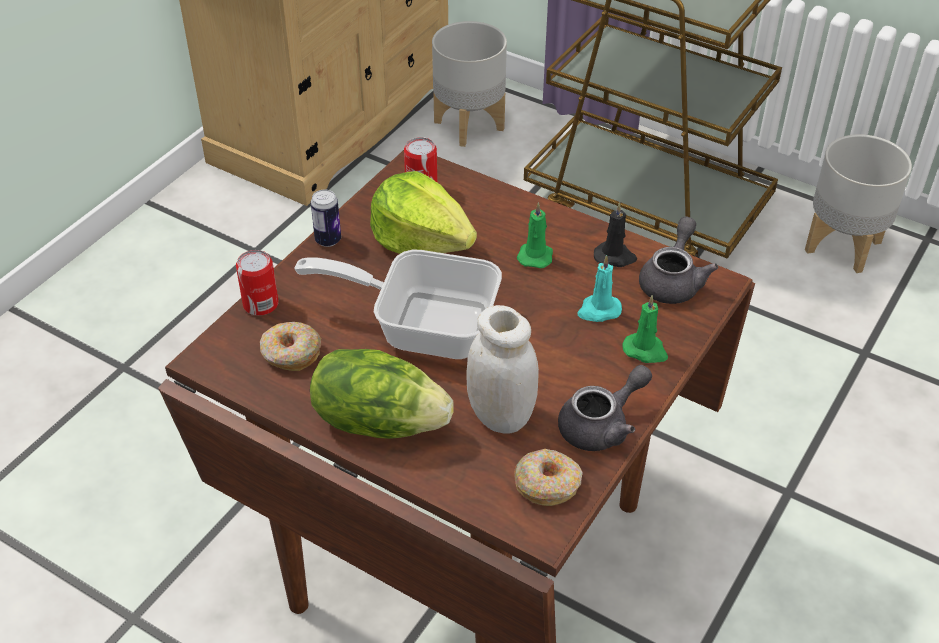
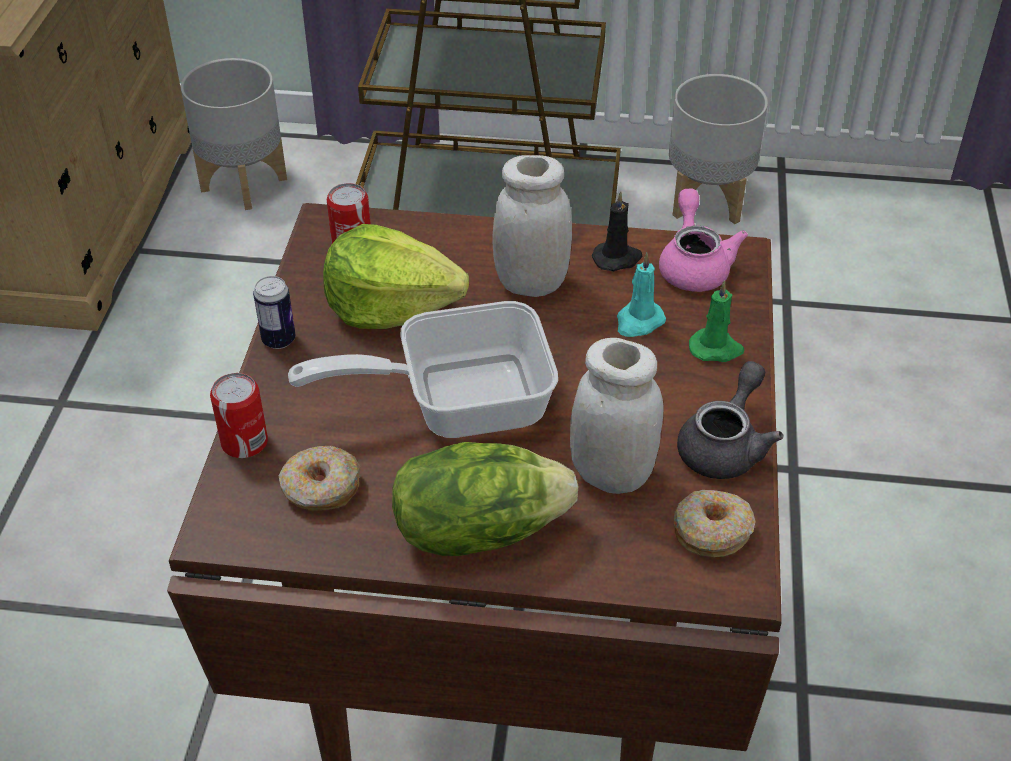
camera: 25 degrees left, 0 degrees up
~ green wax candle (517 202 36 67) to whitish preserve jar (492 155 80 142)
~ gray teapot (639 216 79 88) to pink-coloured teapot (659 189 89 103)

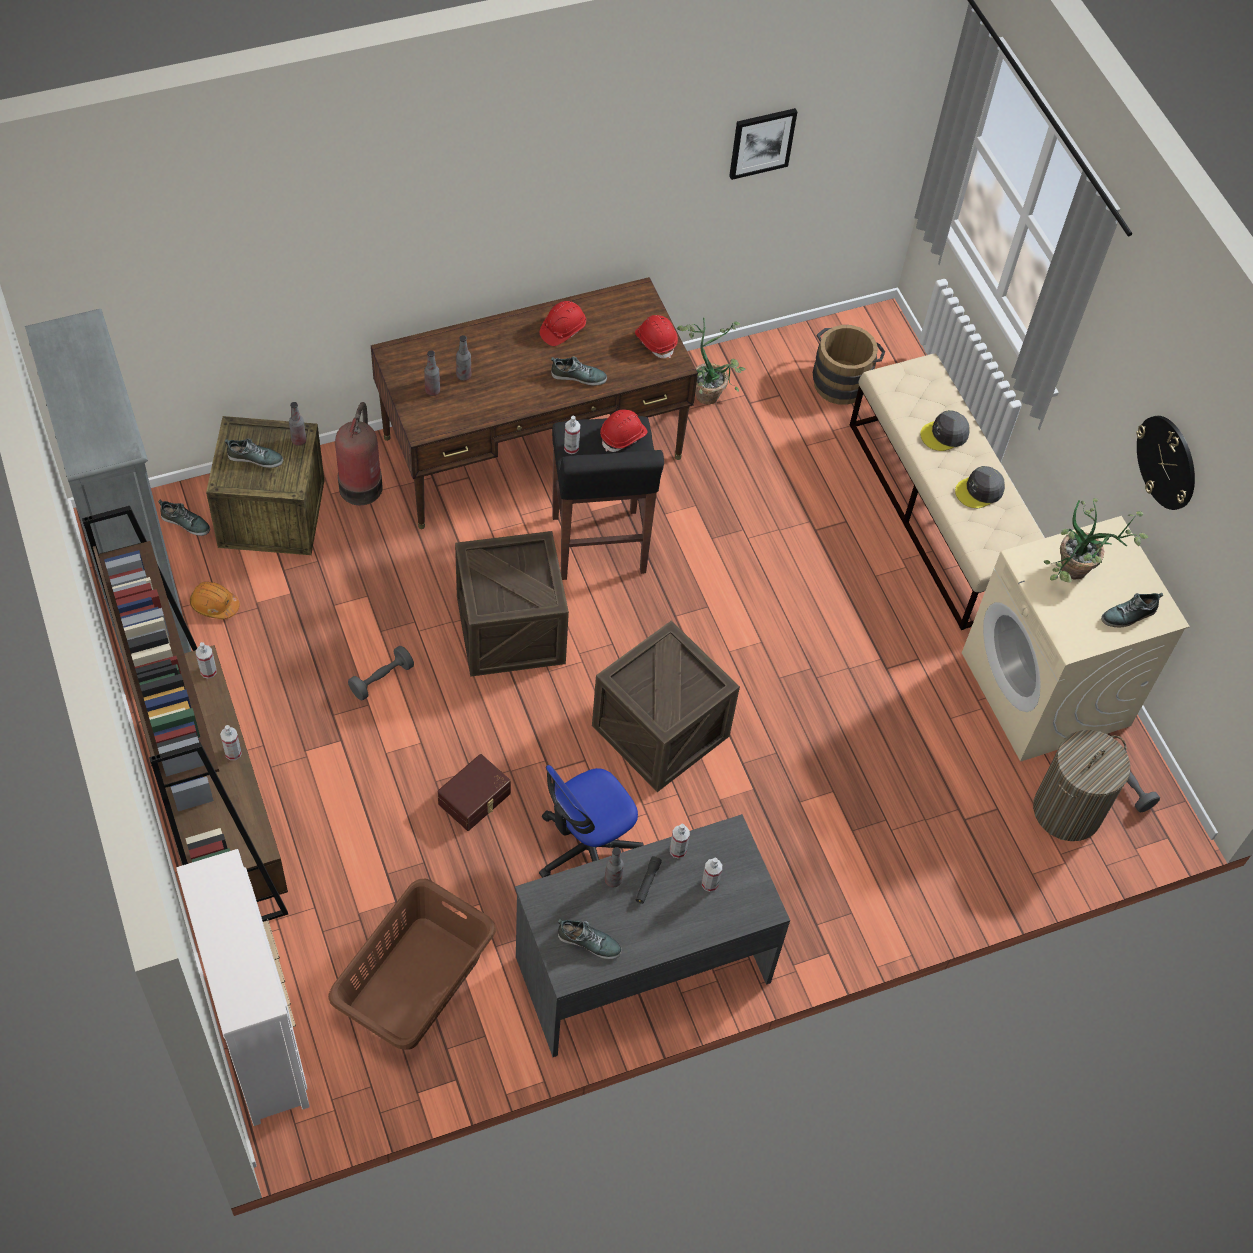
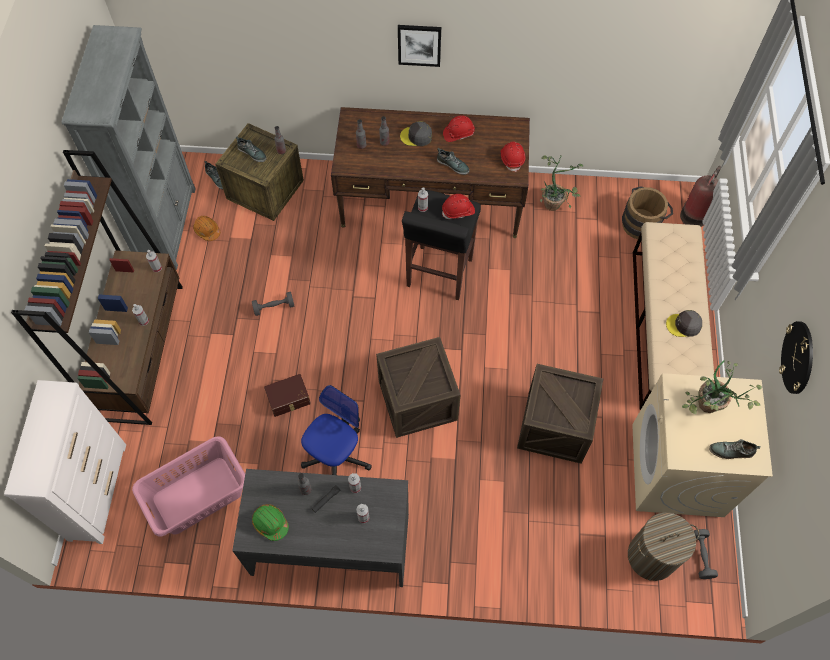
camera: 30 degrees right, 5 degrees up
~ fire extinguisher (335 402 48 103) to (680 166 41 61)
~ shipping crate (455 531 114 146) to (517 364 86 99)
~ picture (729 108 68 72) to (398 25 43 42)
~ gray cap (920 410 50 41) to (400 121 32 25)
~ low shoe (558 919 64 40) to green safety helmet (252 504 37 37)
~ brownish laundry basket (328 879 168 171) to pink-coloured laundry basket (132 436 113 101)
~ computer chair (539 765 105 113) = (301 385 71 90) 135 degrees clockwise

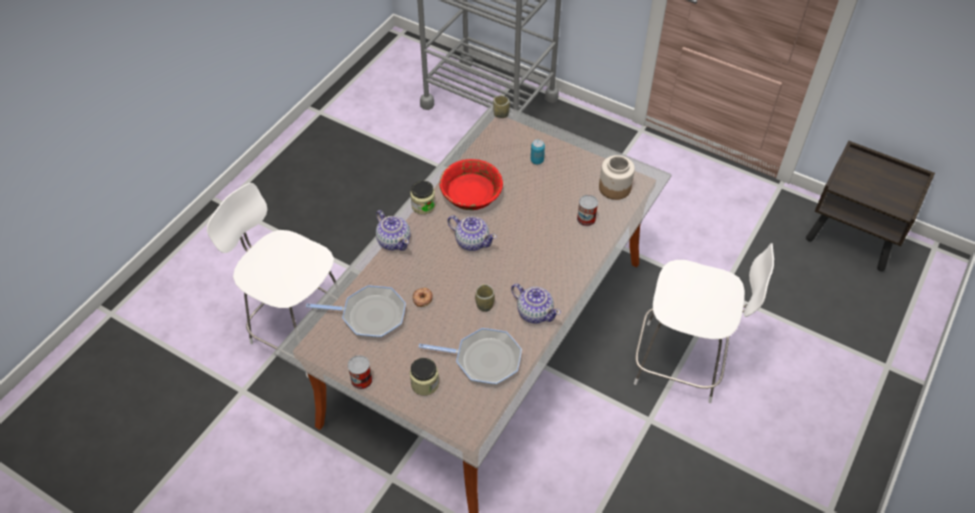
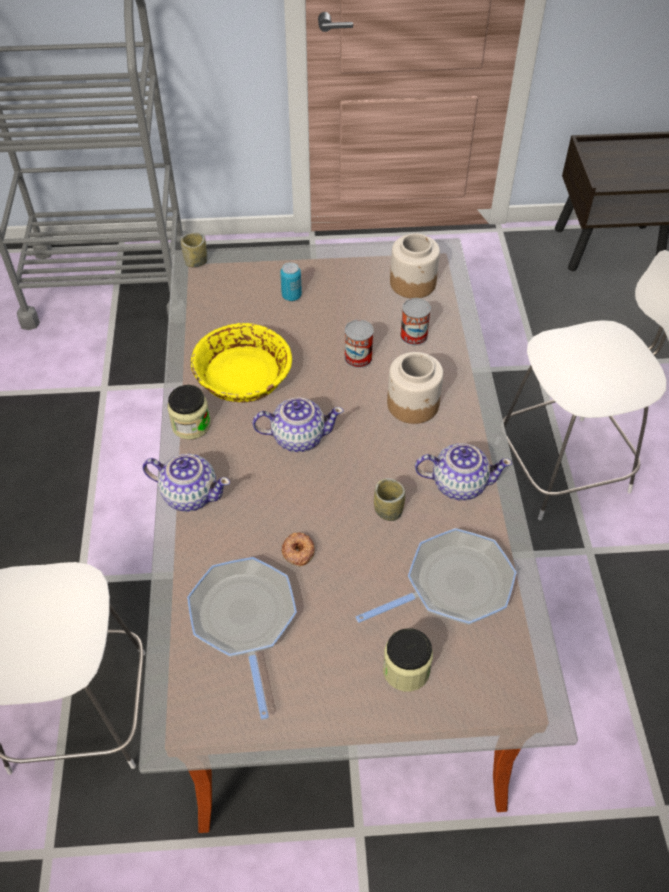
camera: 35 degrees left, 0 degrees up
+ preserve jar (387 352 56 72)
~ can (348 355 24 35) to (344 320 30 48)
~ red serving bowl (439 159 64 51) to yellow serving bowl (191 323 101 79)
~ pan (306 285 100 53) = (187 557 110 163) 75 degrees counterclockwise

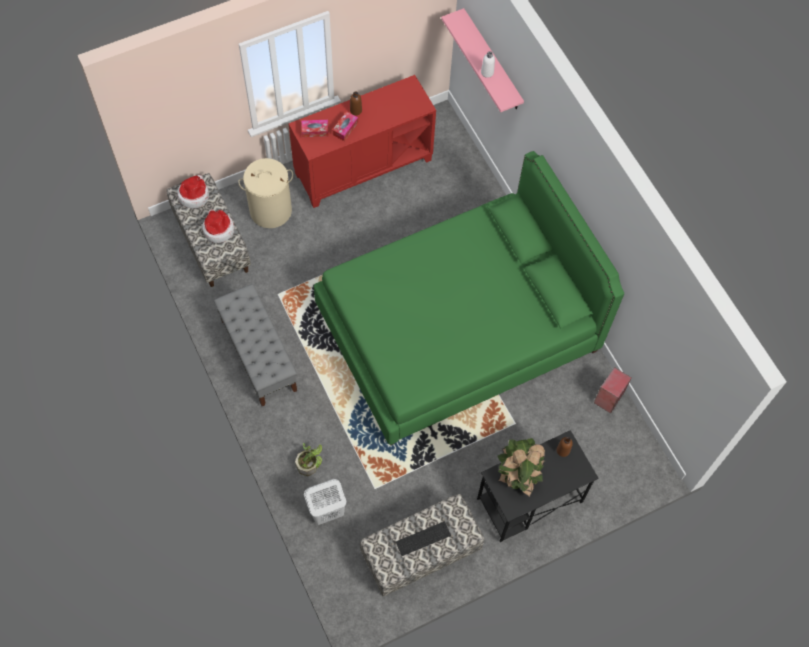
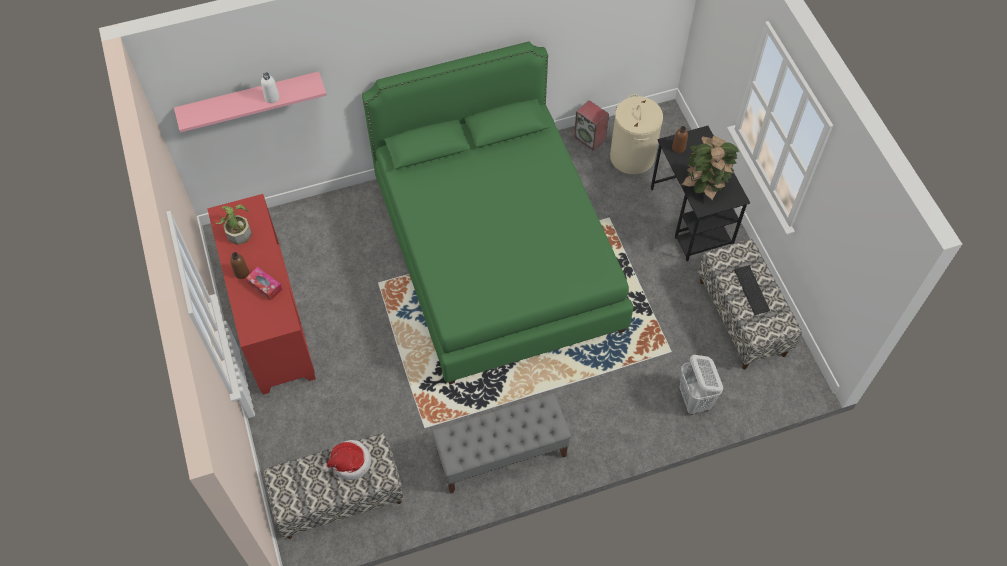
camera: 80 degrees left, 5 degrees down
- wearable hat (177 175 32 33)
- tissue box (301 120 28 17)
~ beige-coloured laundry basket (238 158 55 70) to (610 94 53 80)
~ plant in a pot (295 443 27 33) to (215 204 37 41)

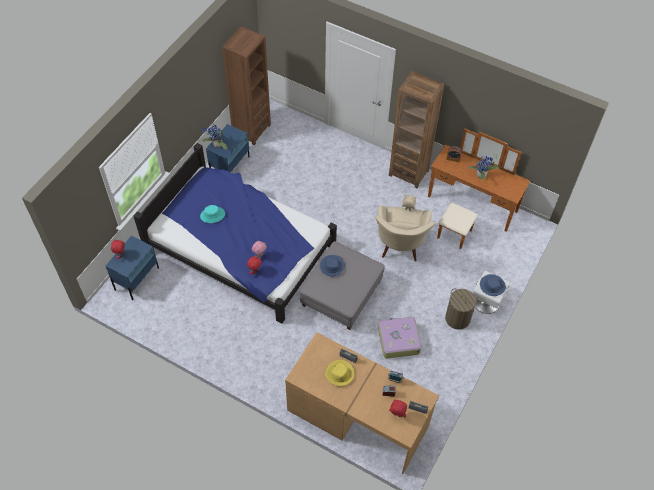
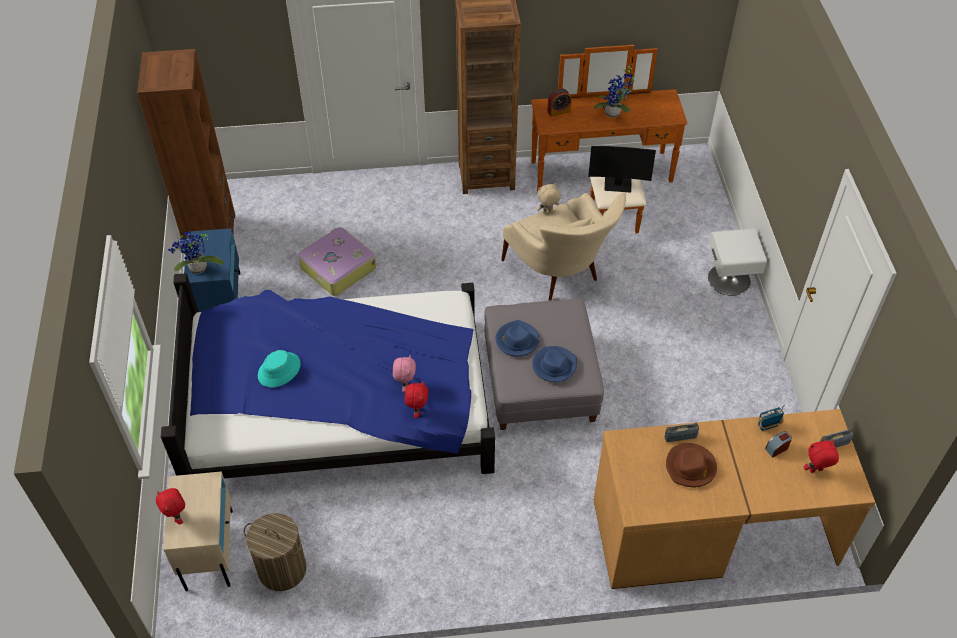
camera: 35 degrees left, 5 degrees down
+ monitor (588 146 68 47)
~ travel case (378 316 43 43) to (298 227 78 69)
~ laundry basket (445 288 31 42) to (244 513 63 78)
~ blue wearable hat (480 274 26 22) to (532 346 45 36)
~ blue bedside table (106 235 53 65) to beige-coloured bedside table (163 471 70 120)
~ yellow wearable hat (325 360 29 27) to brownish wearable hat (666 443 51 44)

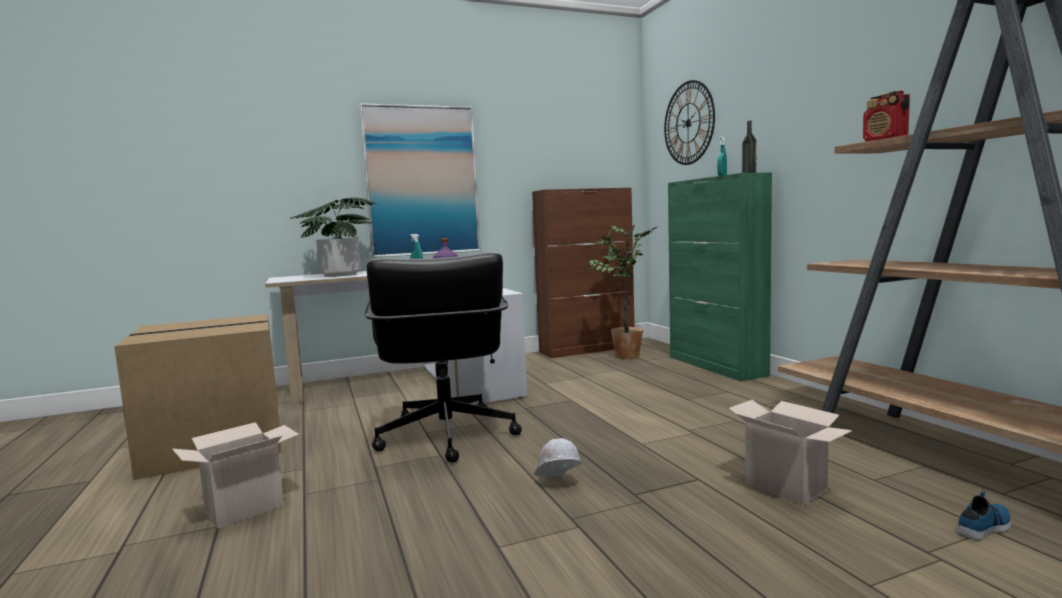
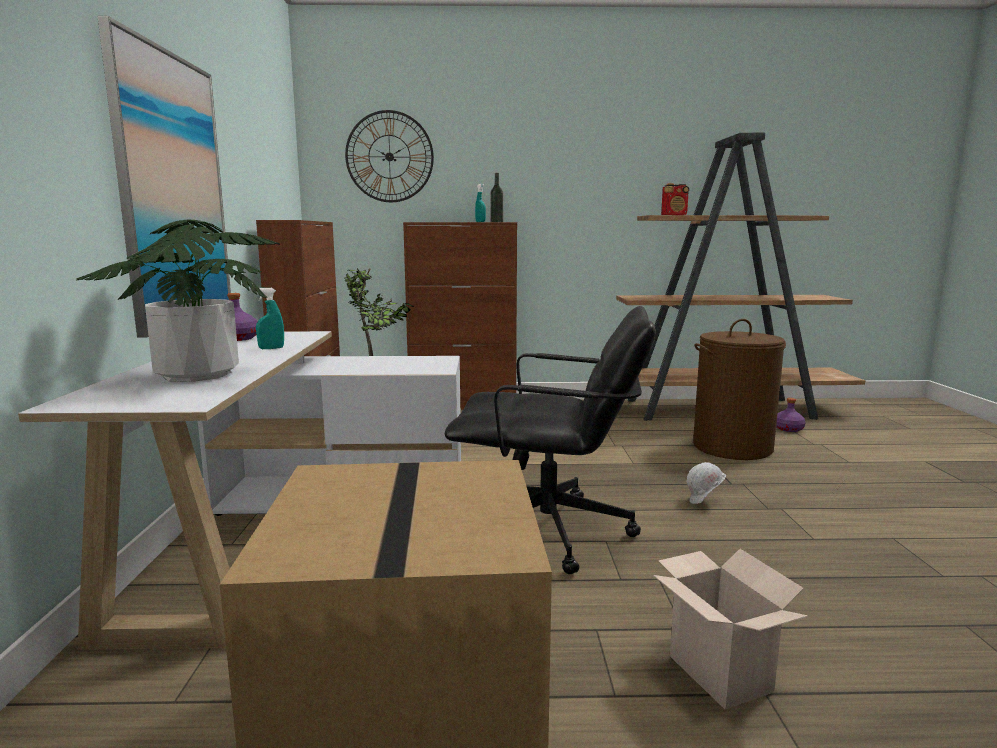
camera: 70 degrees left, 5 degrees up
~ carton (728 400 125 106) to brownish laundry basket (693 319 93 141)
~ low shoe (956 491 55 50) to purplish bottle (776 398 30 34)
~ green cabinet (668 172 104 209) to brownish cabinet (403 222 114 188)

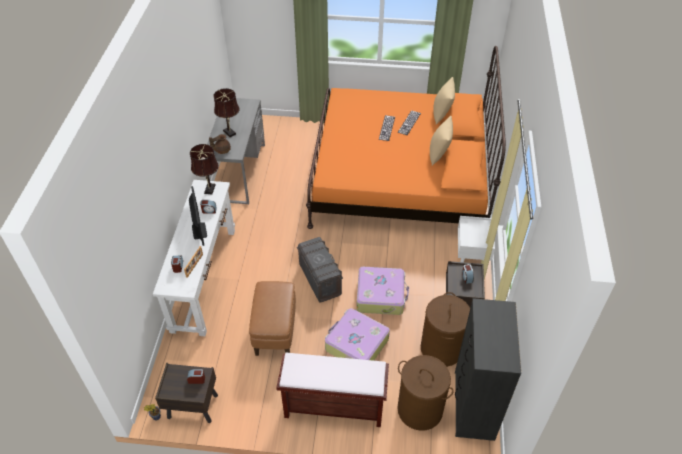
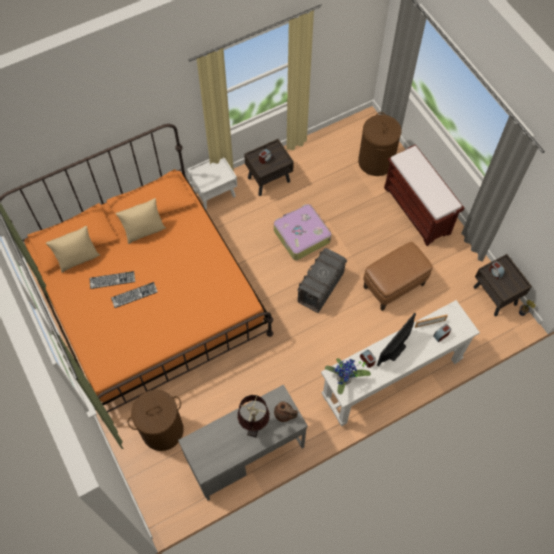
camera: 125 degrees left, 15 degrees up
- travel case (325 308 65 53)
- black dresser (455 298 66 143)
~ brownish laundry basket (421 292 49 75) to (128 390 56 61)
~ brownish table lamp (190 144 29 50) to plant in a pot (325 358 46 36)

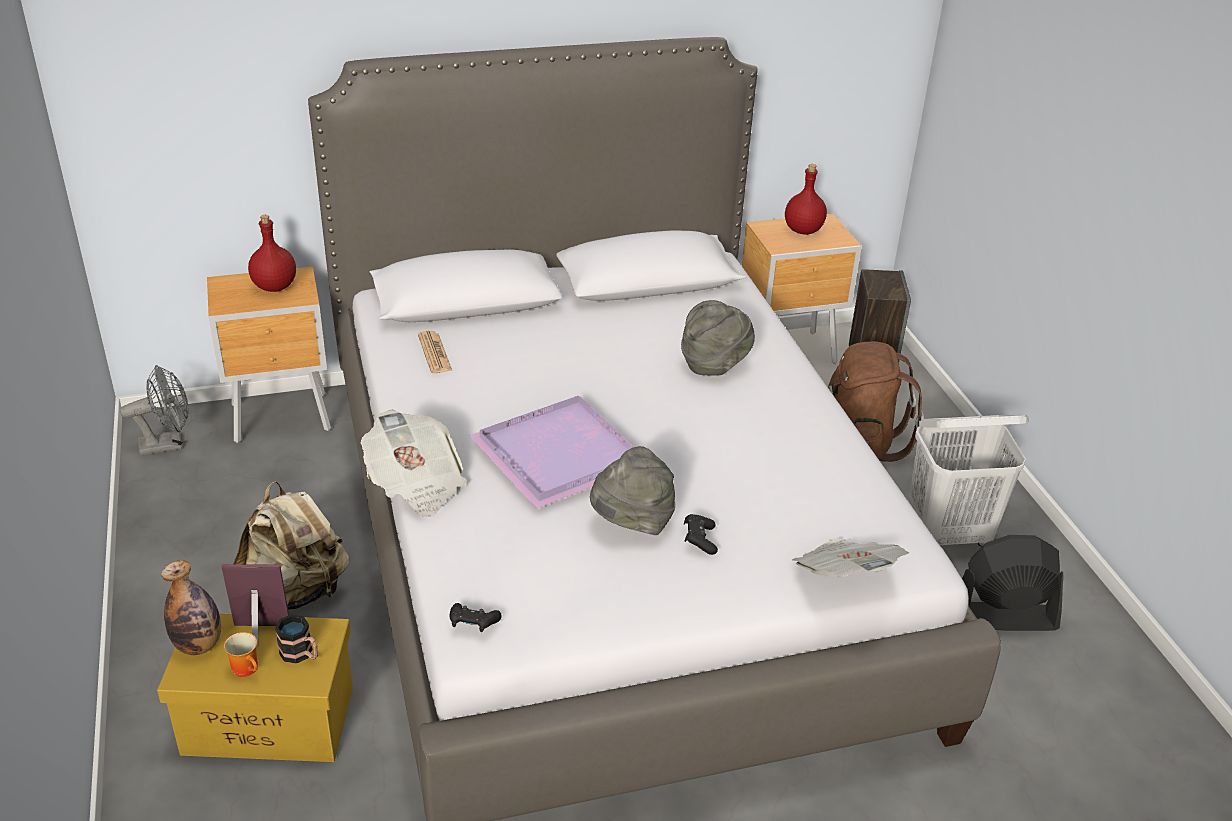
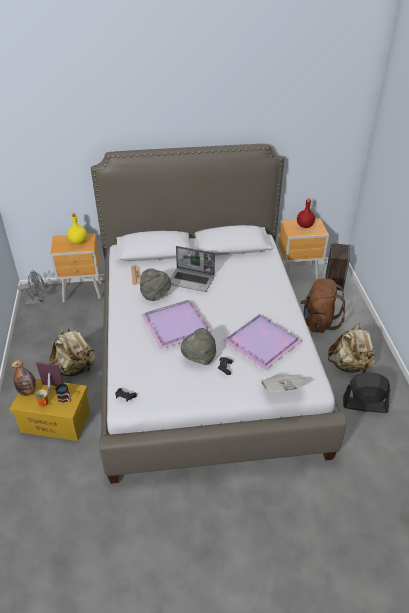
camera: 10 degrees right, 5 degrees up
- newspaper (361 410 106 107)
+ portable computer (170 246 45 46)
+ purplish carrying tray (223 314 79 56)
~ gray wearable hat (681 300 74 75) to (140 269 31 32)
~ whitish laundry basket (909 415 119 132) to beige-coloured knapsack (328 323 47 50)
~ red bottle (248 215 48 77) to yellow bottle (68 213 19 31)

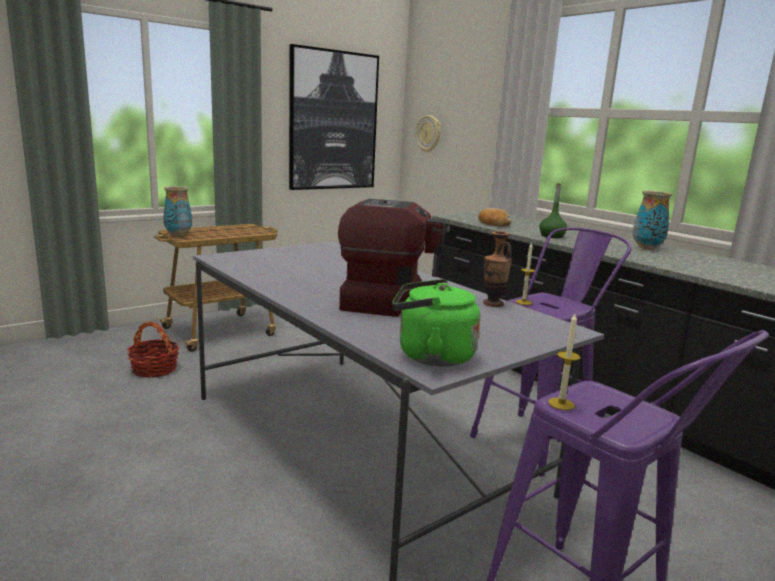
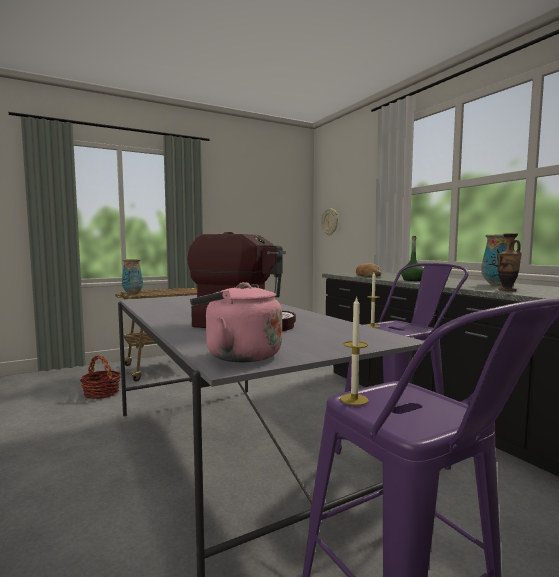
camera: 10 degrees right, 10 degrees down
- picture (289 44 90 146)
~ flower vase (483 231 29 76) to (498 233 24 58)
~ green kettle (392 279 88 88) to pink-coloured kettle (190 282 92 80)

